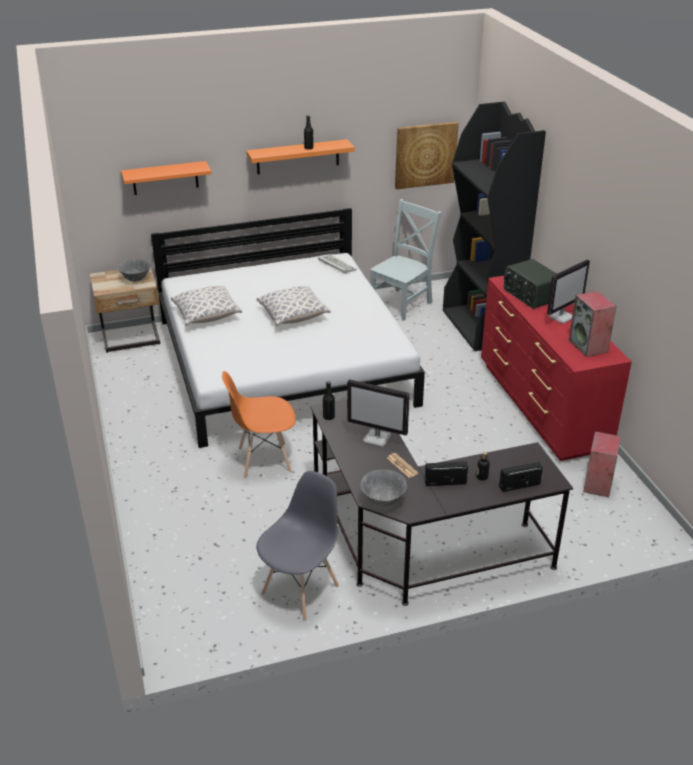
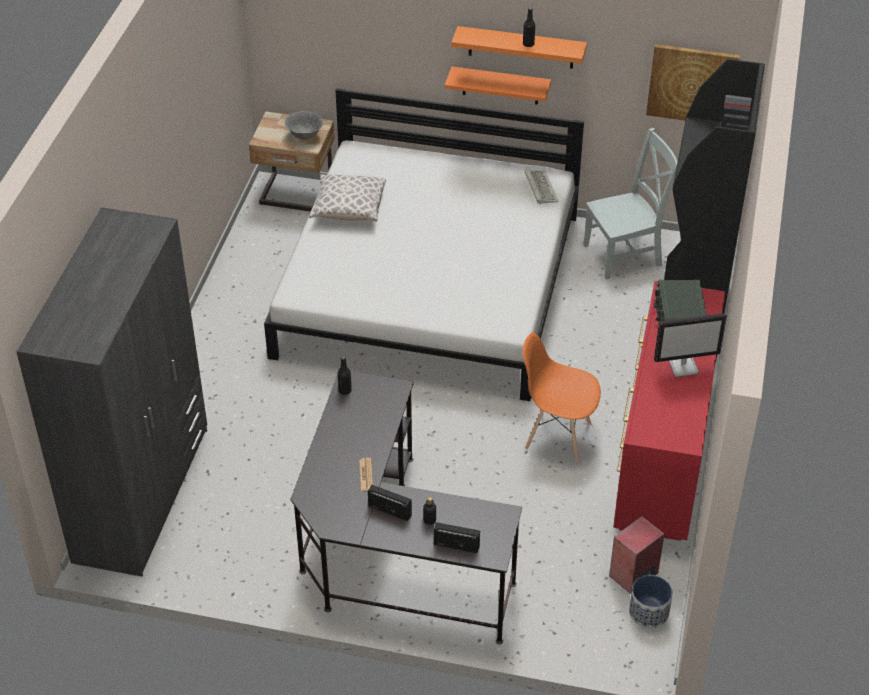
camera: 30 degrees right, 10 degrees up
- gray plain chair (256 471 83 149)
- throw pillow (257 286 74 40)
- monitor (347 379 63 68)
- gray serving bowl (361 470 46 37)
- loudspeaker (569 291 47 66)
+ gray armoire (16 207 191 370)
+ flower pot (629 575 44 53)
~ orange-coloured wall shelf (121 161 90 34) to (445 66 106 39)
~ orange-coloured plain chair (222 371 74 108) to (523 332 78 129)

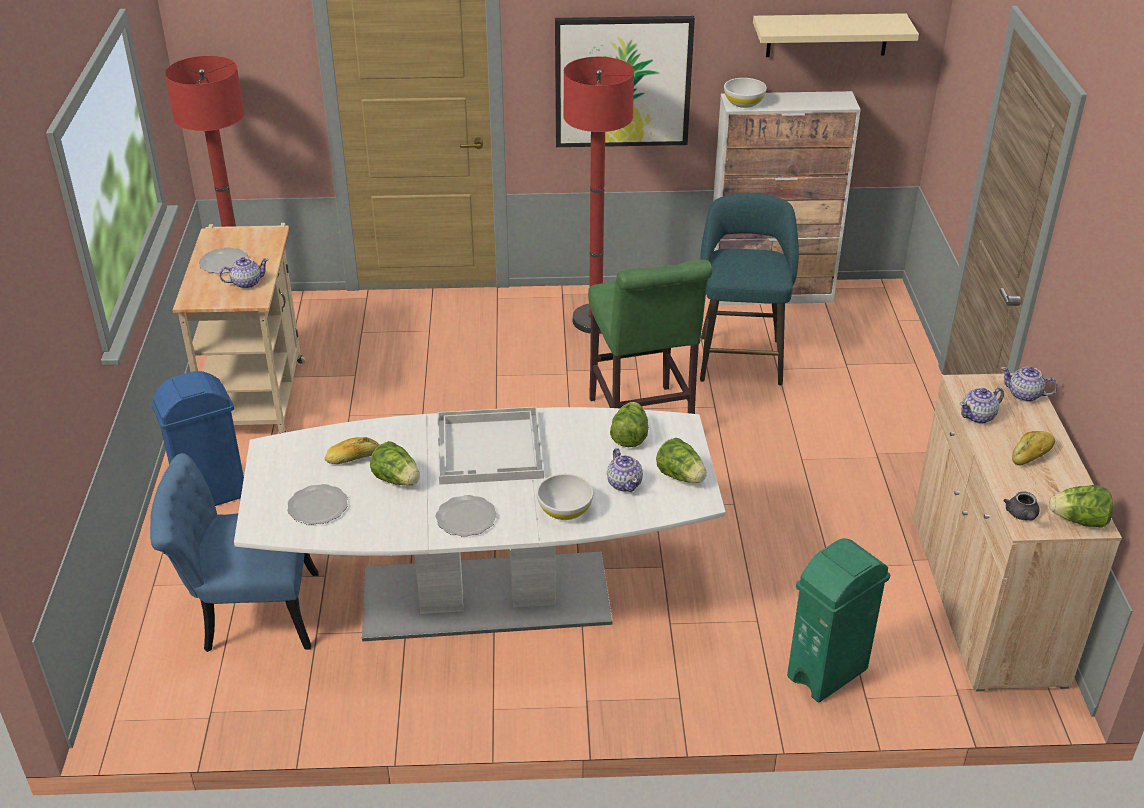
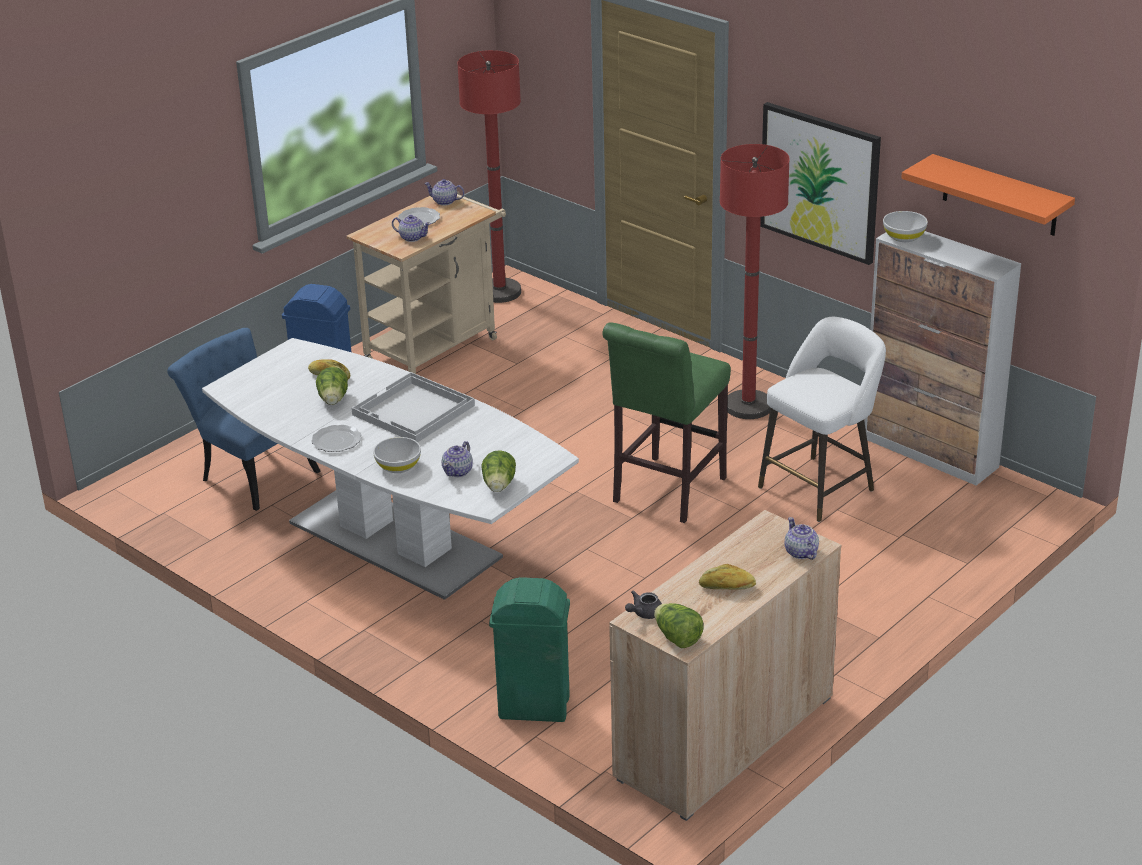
camera: 45 degrees right, 5 degrees down
- dinner plate (287 484 61 41)
- lettuce (610 402 38 45)
~ teapot (960 388 44 36) to (424 179 41 27)
~ blue-green stool seat (700 193 99 193) to whitish stool seat (758 317 128 205)
~ beige-coloured wall shelf (753 13 166 44) to orange-coloured wall shelf (901 154 174 82)

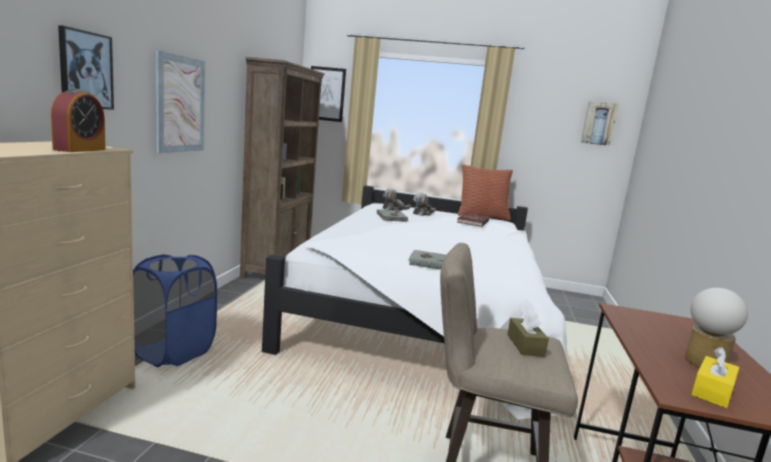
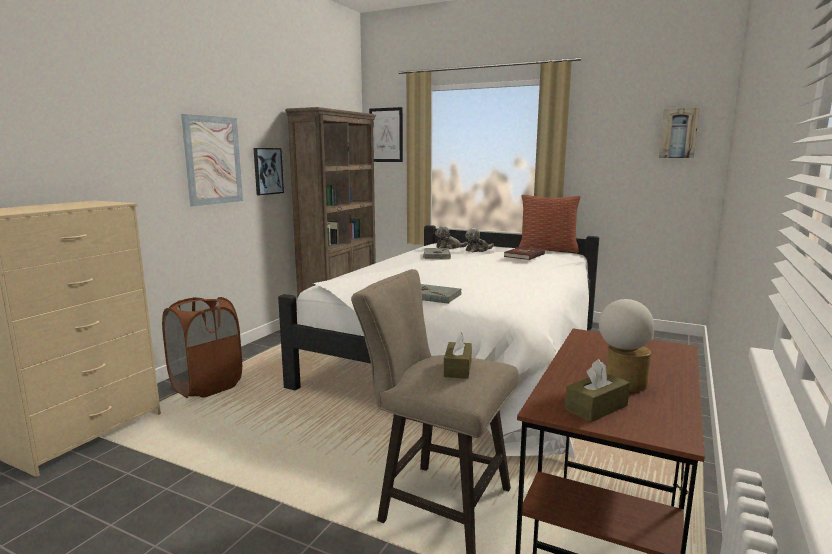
camera: 15 degrees right, 0 degrees up
- bedside clock (51 88 55 64)
~ picture (58 25 56 85) to (253 148 31 47)
~ blue laundry basket (133 254 84 113) to brownish laundry basket (162 297 80 101)
~ yellow tissue box (691 347 48 61) to brownish tissue box (565 359 65 63)

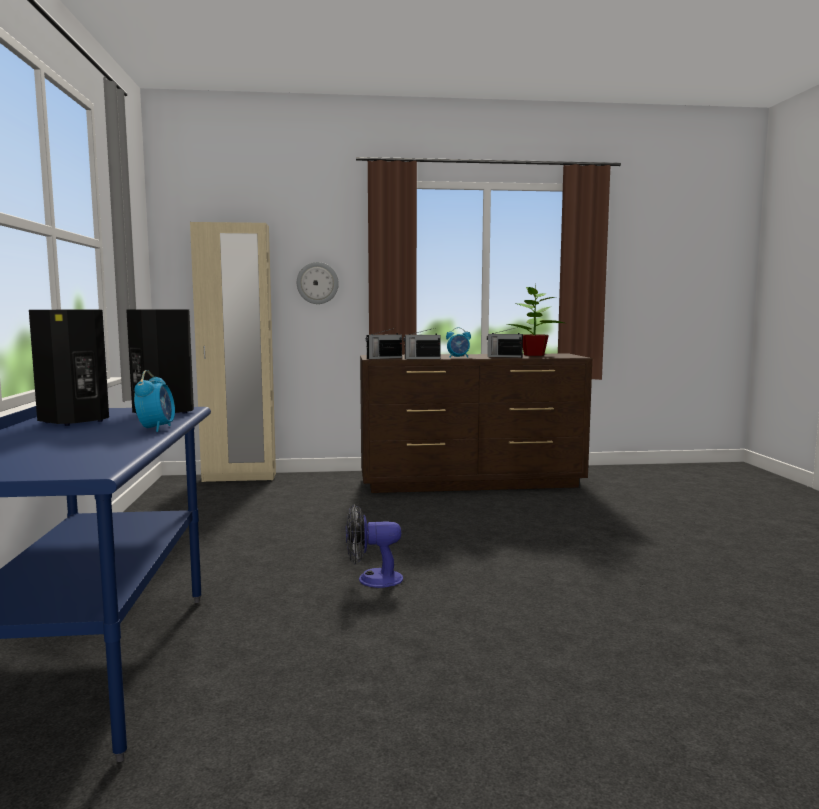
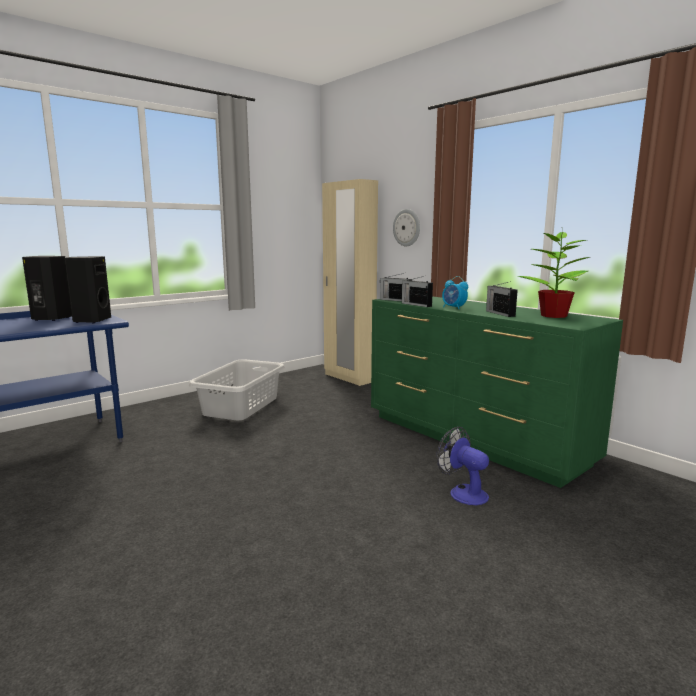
camera: 55 degrees right, 5 degrees up
- bedside clock (134 370 41 62)
+ gray laundry basket (189 359 96 61)
~ electric fan (346 504 57 84) to (437 427 52 78)
~ brownish dresser (360 354 232 139) to green dresser (371 296 252 192)

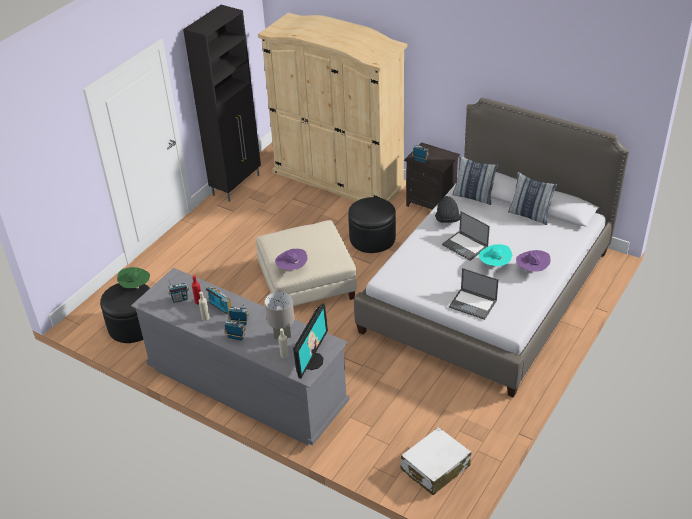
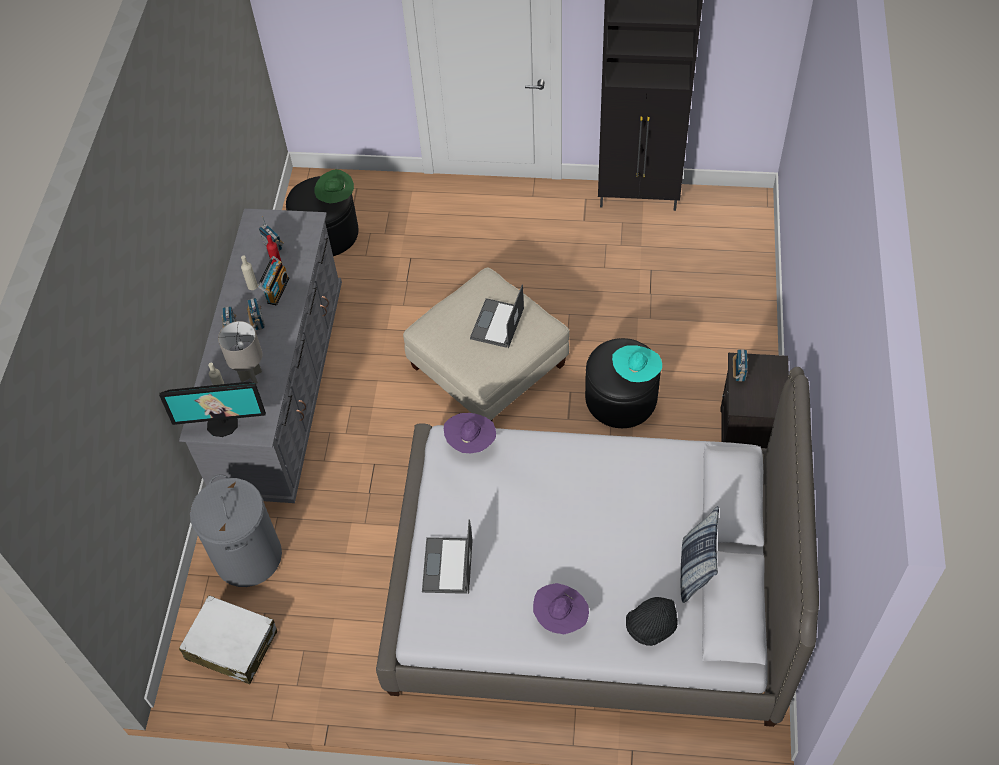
camera: 65 degrees right, 15 degrees up
- beige-coloured armoire (258 13 150 189)
- throw pillow (452 155 47 50)
+ gray laundry basket (190 474 92 113)
~ purplish wearable hat (275 249 33 21) to (444 413 52 40)
~ black wearable hat (435 196 25 27) to (626 597 52 49)
~ portable computer (442 211 48 50) to (470 285 54 63)
~ blue-green wearable hat (479 244 33 22) to (612 345 50 37)

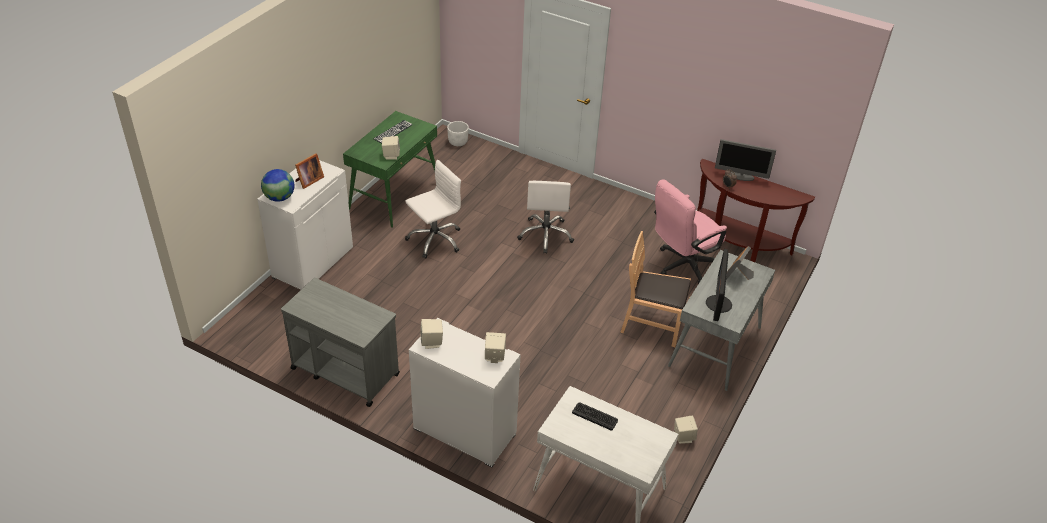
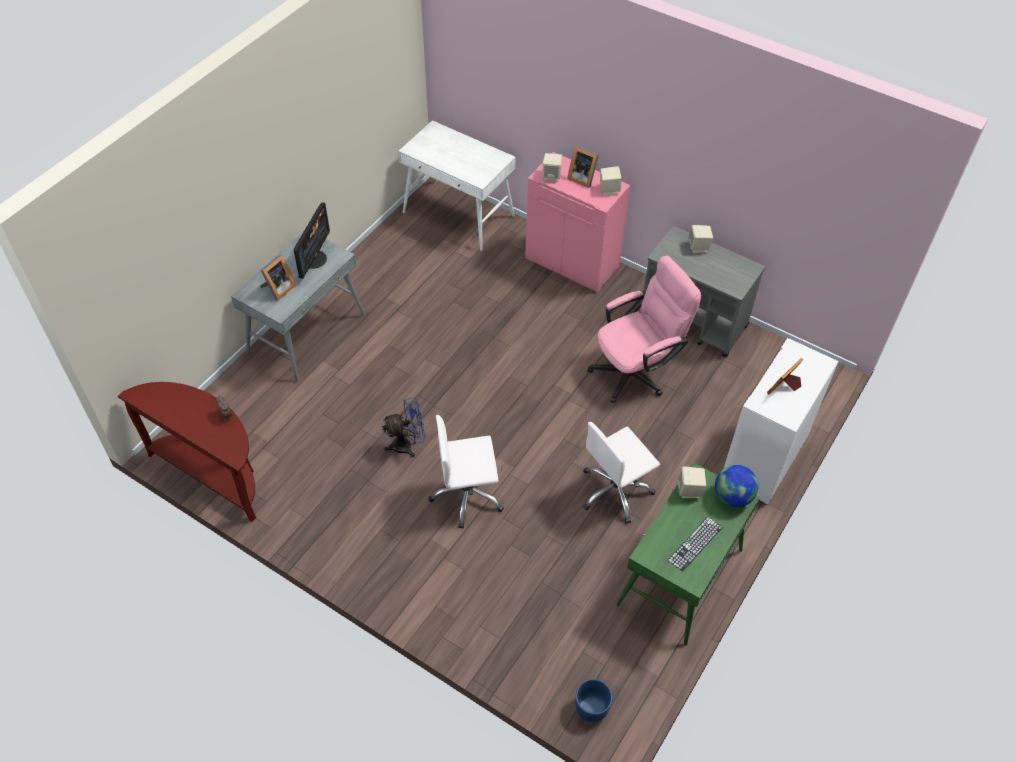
camera: 175 degrees left, 10 degrees up
- keyboard (572 403 46 28)
- brownish plain chair (620 231 71 116)
- monitor (715 139 61 42)
+ blue electric fan (382 398 44 59)
+ photo frame (567 146 32 42)
~ globe (261 169 33 33) to (715 464 43 43)
~ pink-coloured computer chair (654 179 73 105) to (588 256 113 147)
~ beige-coloured loudspeaker (674 416 24 28) to (688 225 25 28)
~ whitish cabinet (409 318 112 149) to pink-coloured cabinet (525 152 105 140)
~ whitish flower pot (447 121 22 25) to blue flower pot (575 679 37 44)
~ whitish computer chair (517 181 57 73) = (428 415 76 114) 105 degrees counterclockwise

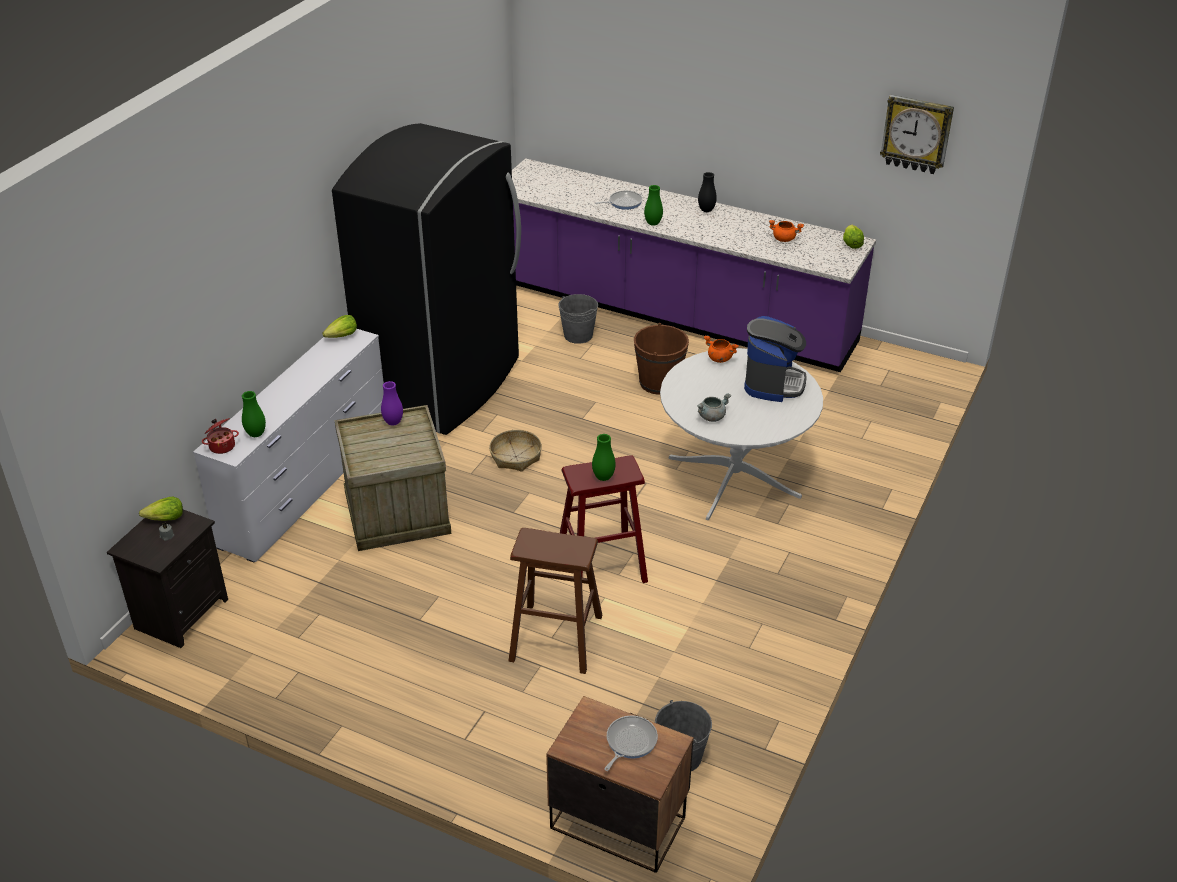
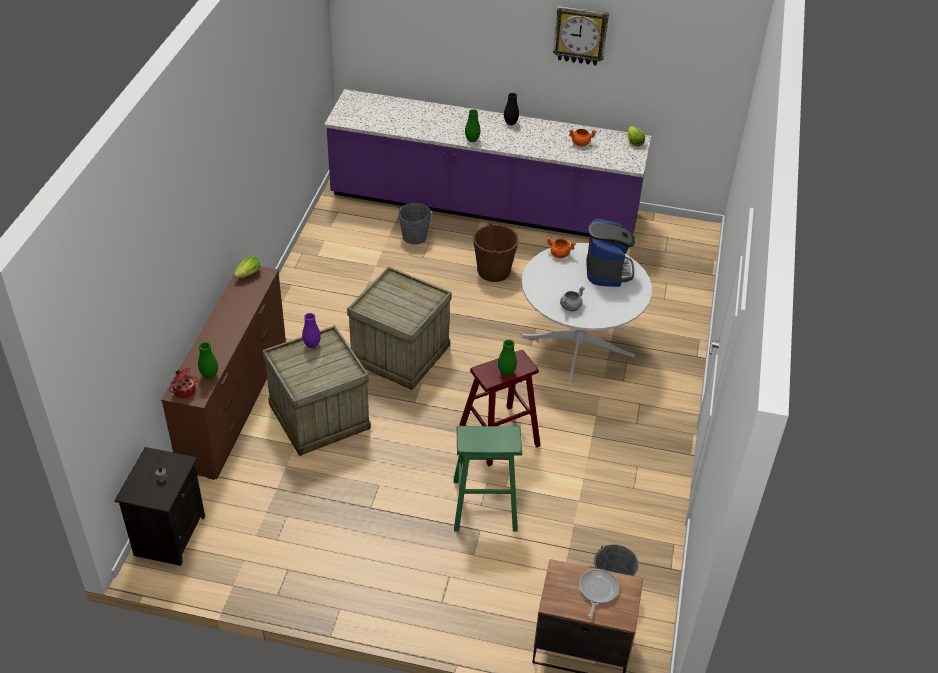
camera: 15 degrees left, 5 degrees up
- lettuce (139 497 44 24)
- black kitchen fridge (332 123 189 312)
- pan (595 191 48 19)
~ hanging clock (880 95 74 79) to (553 6 56 60)
~ storage basket (489 430 53 41) to shipping crate (347 266 105 124)
~ whitish dresser (193 329 191 234) to brownish dresser (161 266 125 214)
~ brownish stool seat (509 528 93 146) to green stool seat (453 426 69 105)

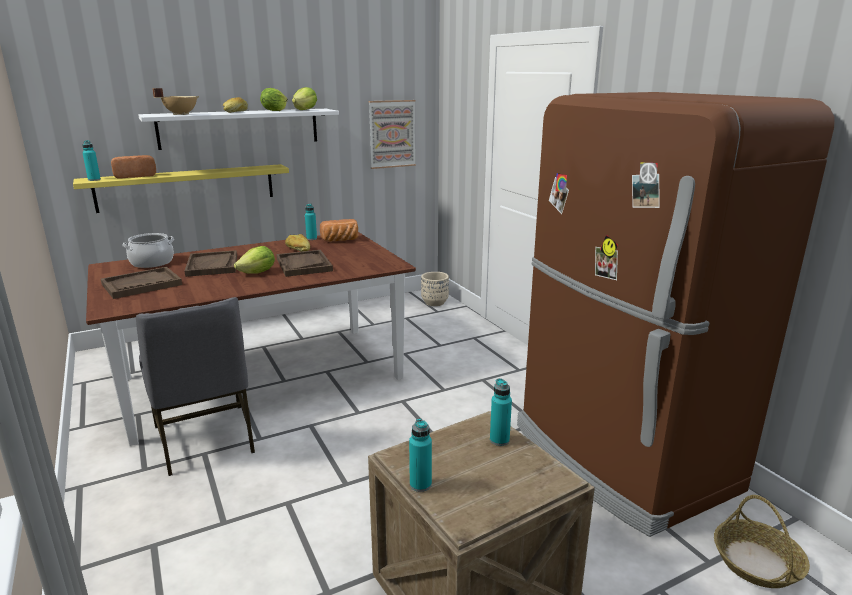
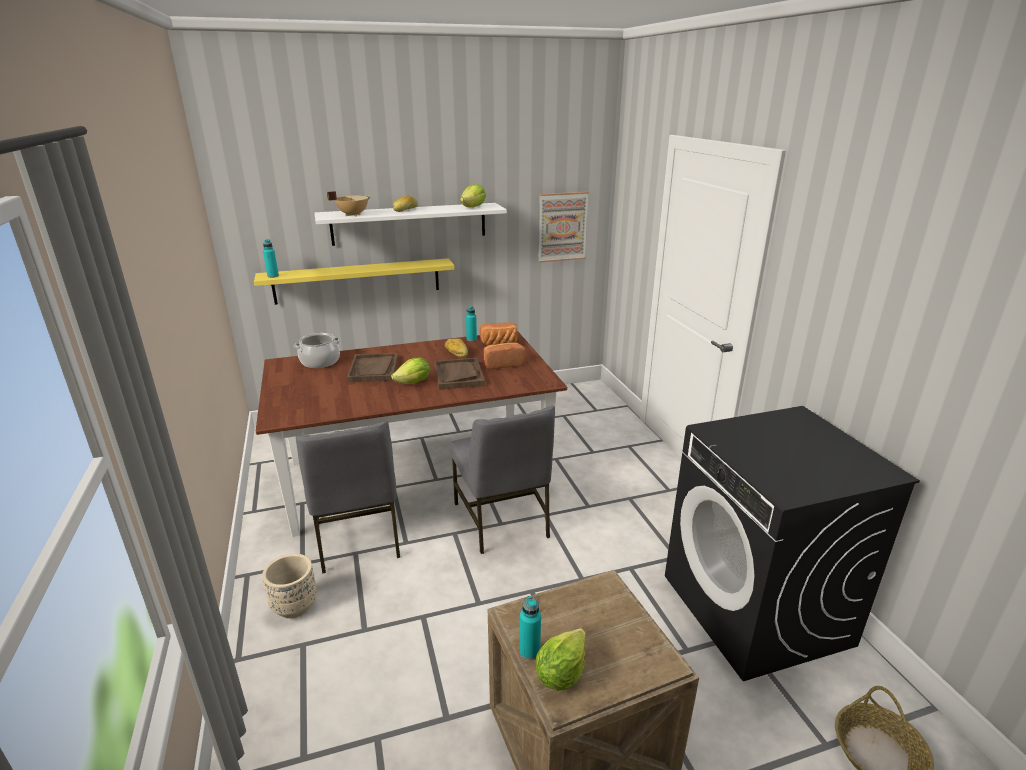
camera: 10 degrees right, 5 degrees up
- brownish carrying tray (101 267 81 32)
- blue-green bottle (490 378 22 68)
+ gray plain chair (450 406 105 148)
~ bakery bread (111 155 45 23) to (483 342 43 27)
~ lettuce (260 88 28 23) to (535 628 51 62)
~ beige-coloured flower pot (421 272 28 34) to (262 554 55 64)
~ brownish kitchen fridge (517 92 318 445) to black washing machine (665 406 255 275)

